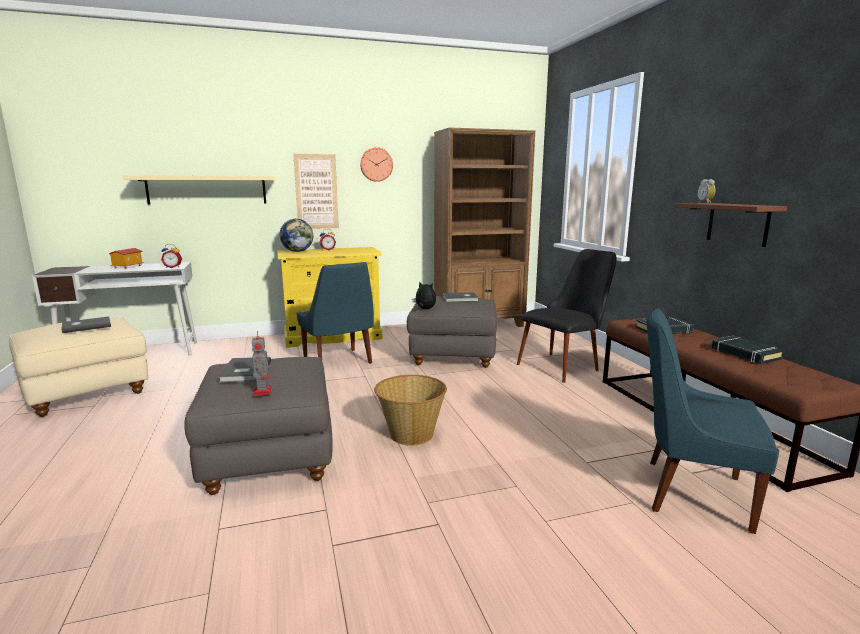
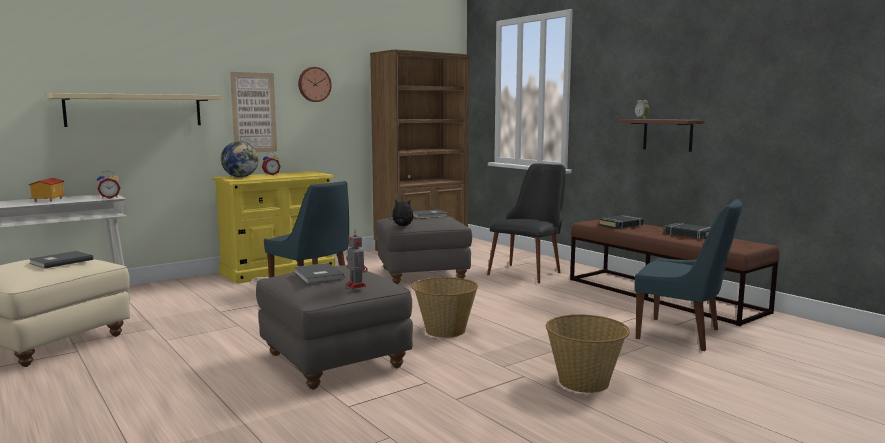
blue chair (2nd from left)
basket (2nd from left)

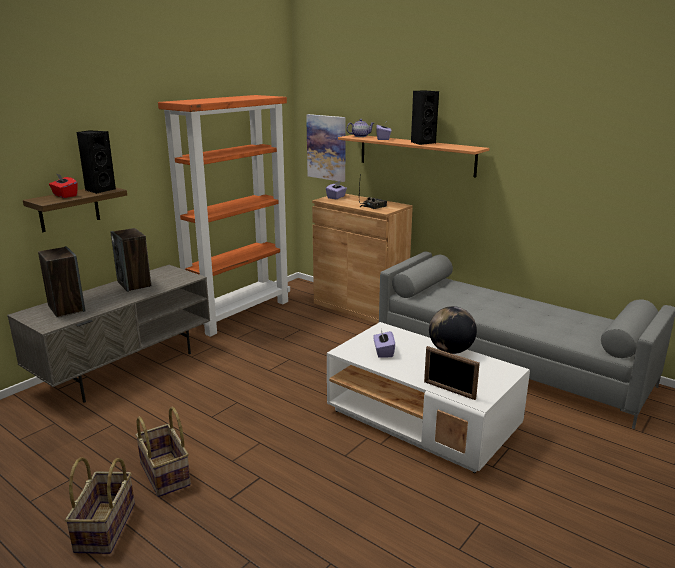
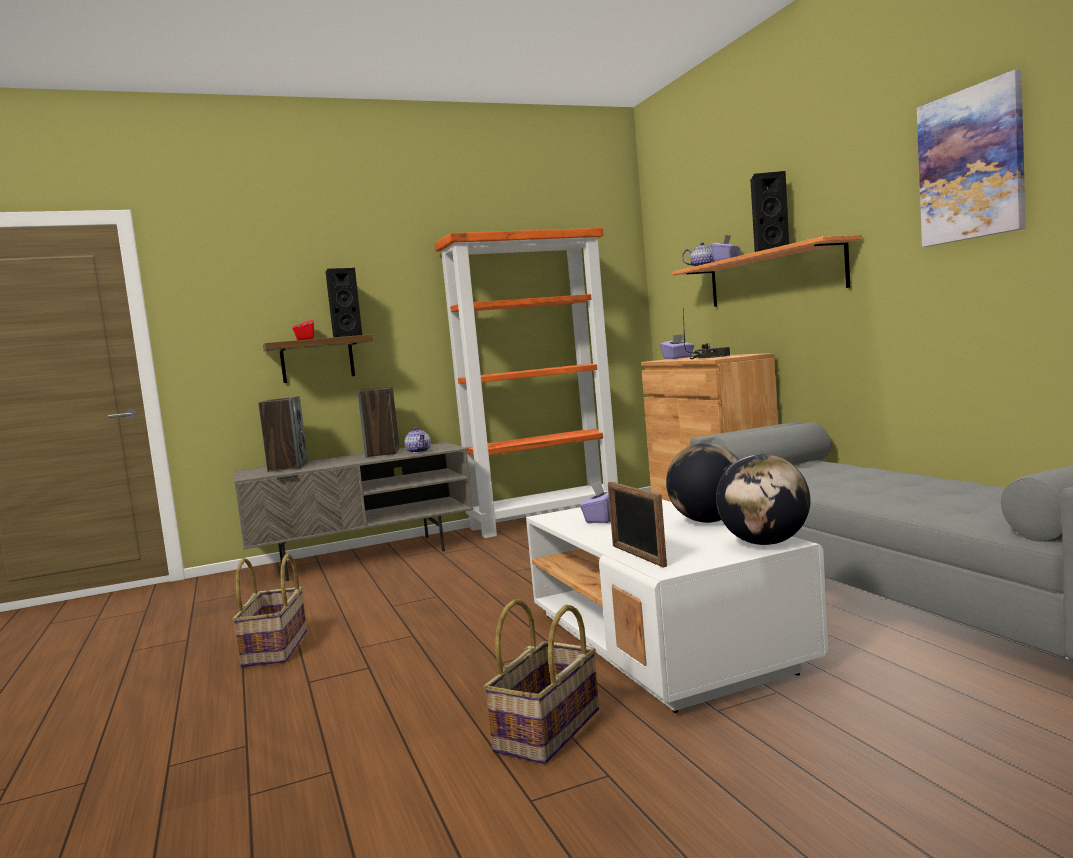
picture
basket (2nd from left)
teapot (1st from left)
globe (2nd from left)

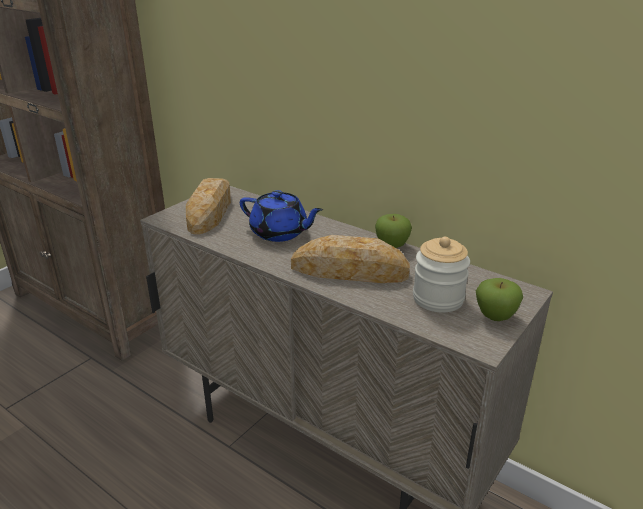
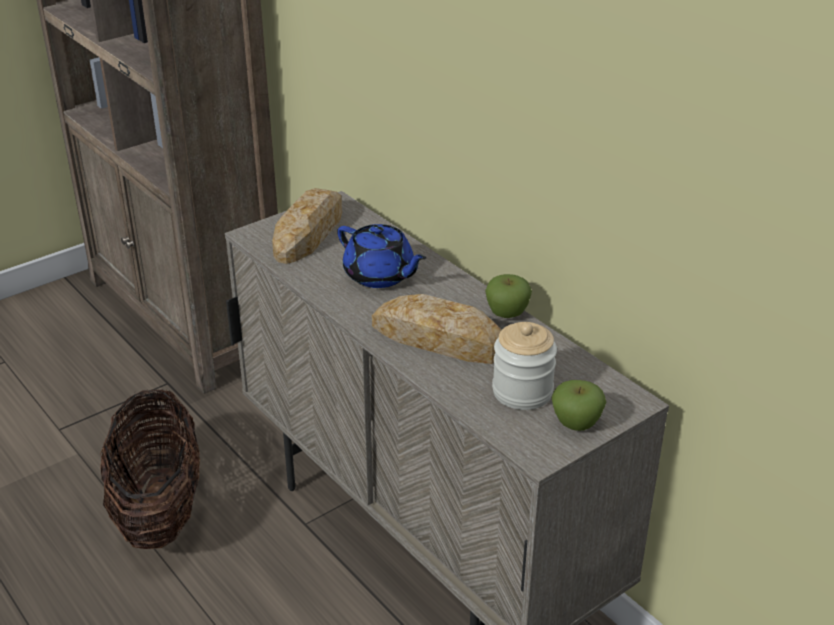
basket

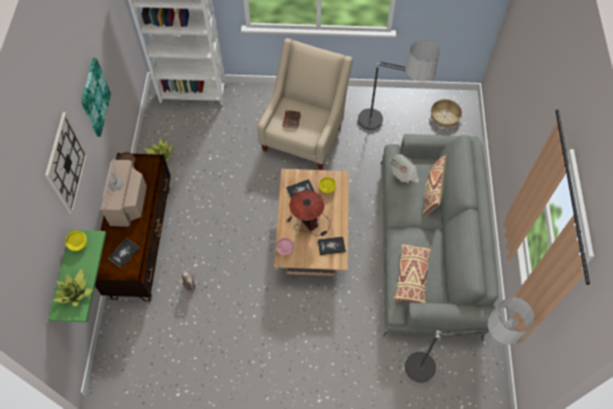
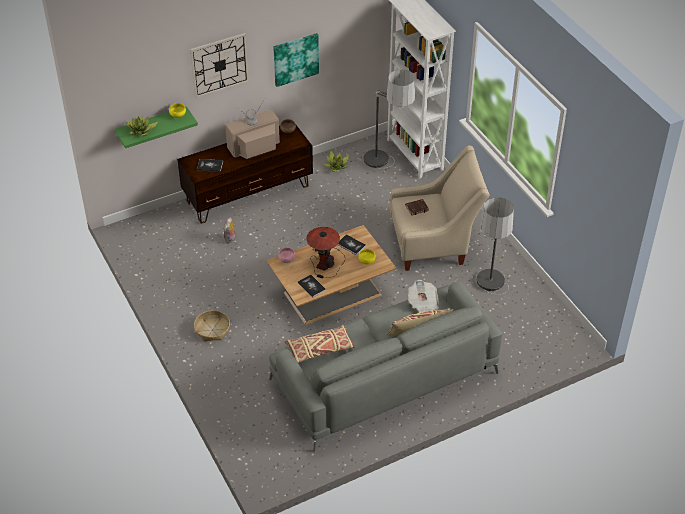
basket
floor lamp (1st from left)

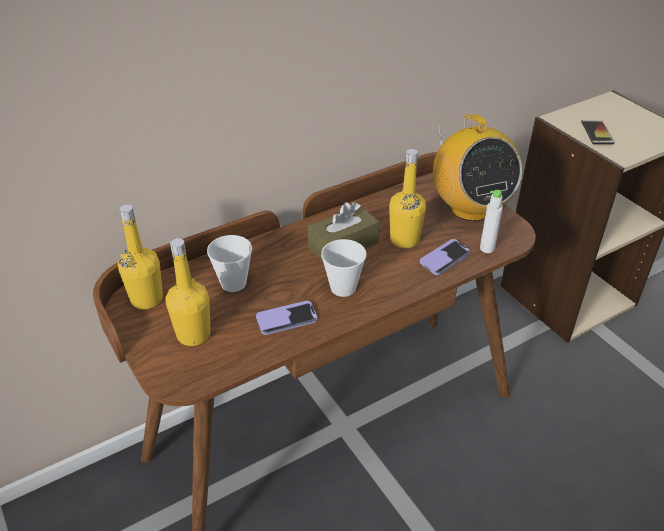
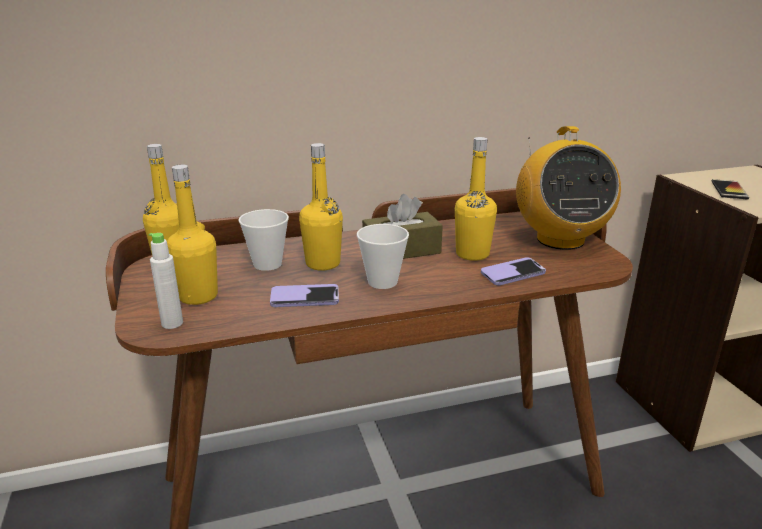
white bottle
yellow bottle (3rd from left)

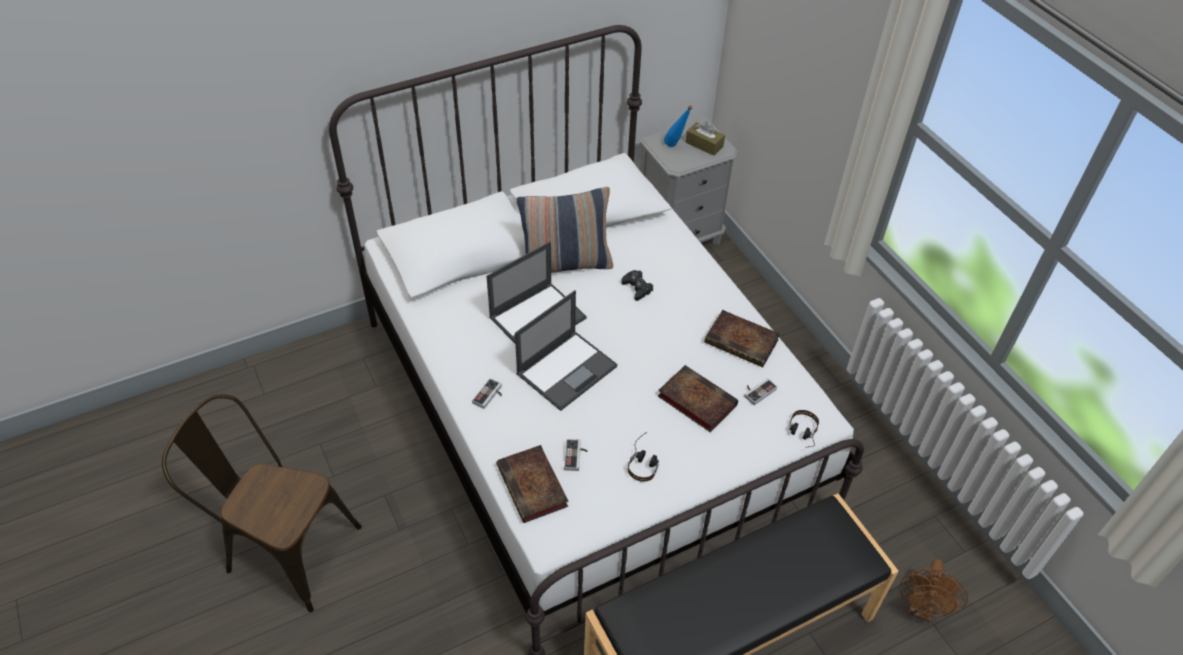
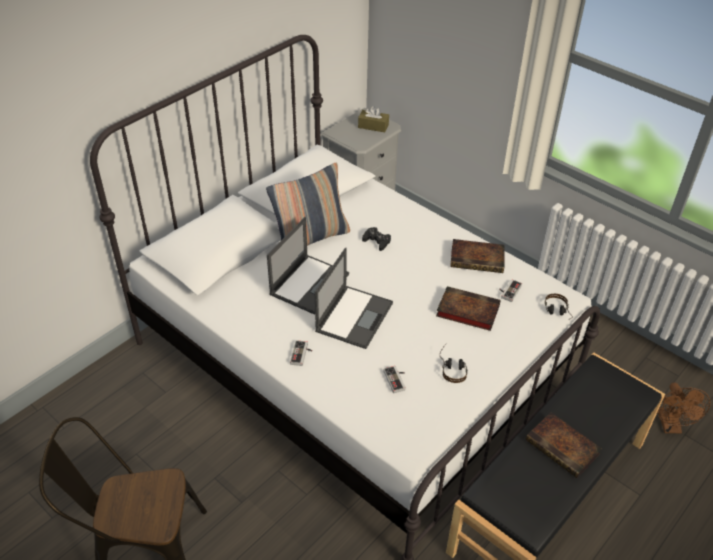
blue bottle
book (3rd from left)

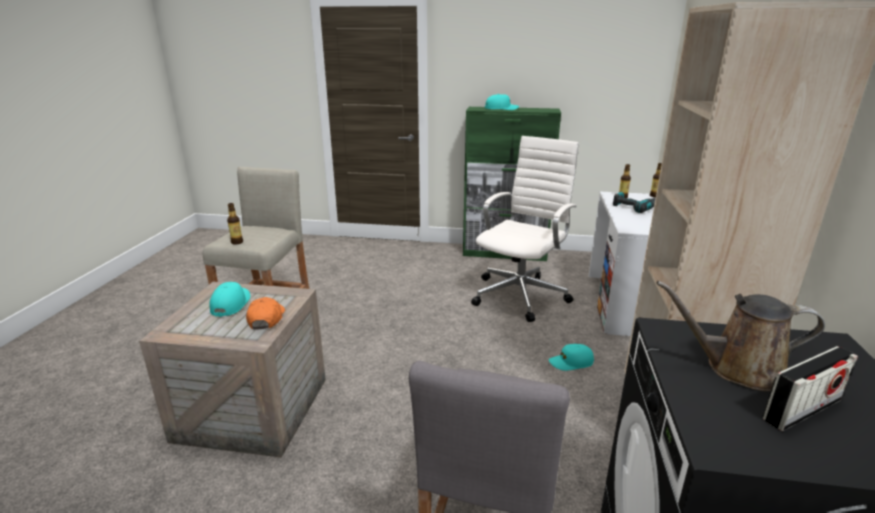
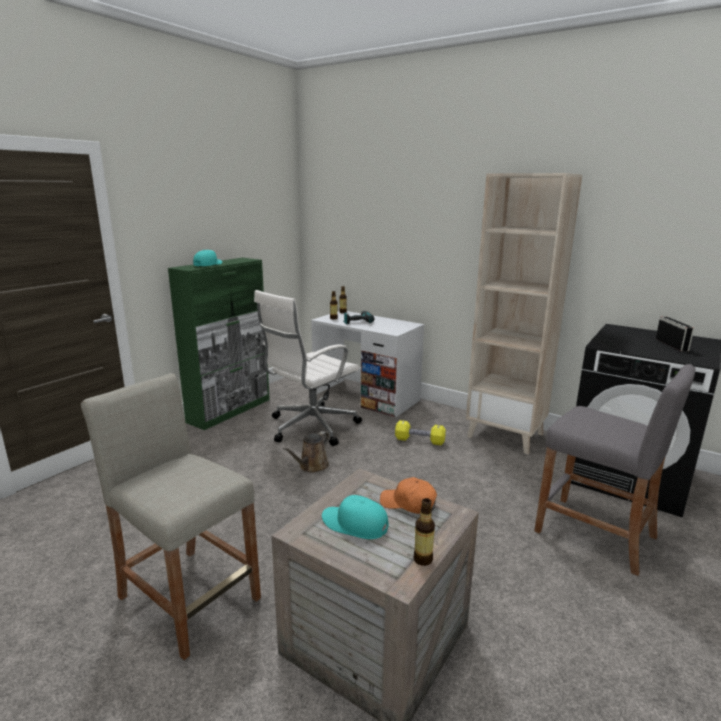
white office chair
bottle (3rd from left)
brown watering can
yellow dumbbell

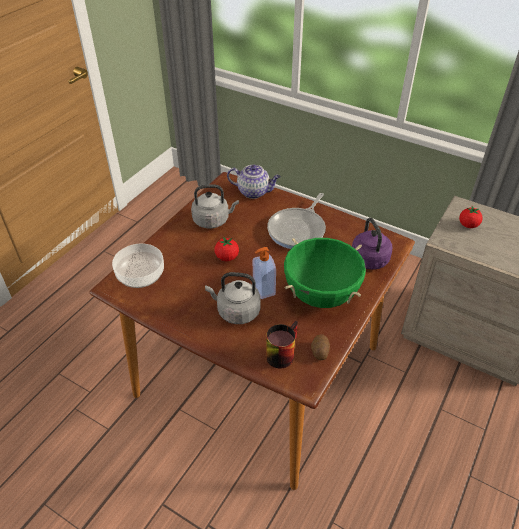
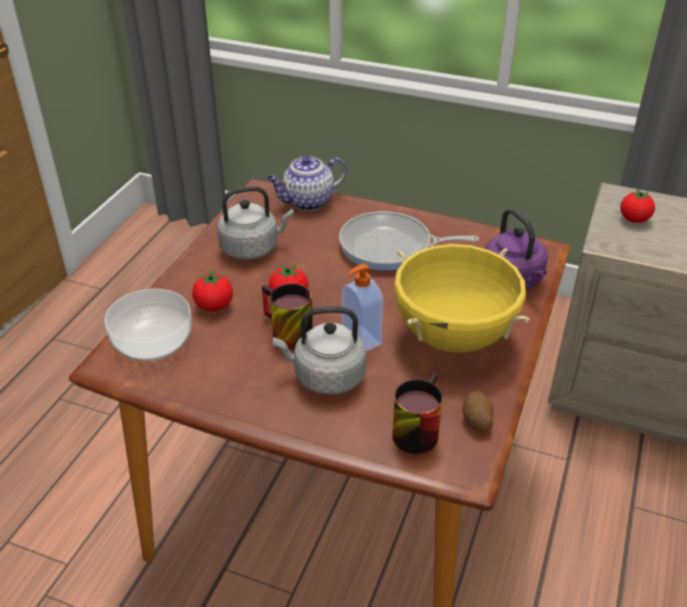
teapot
frying pan
yellow cooking pot
tomato (1st from left)
mug (1st from left)

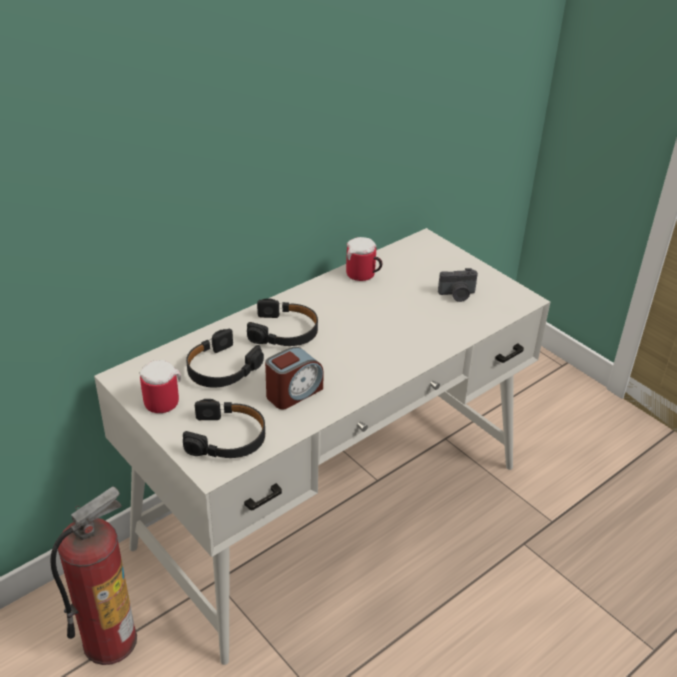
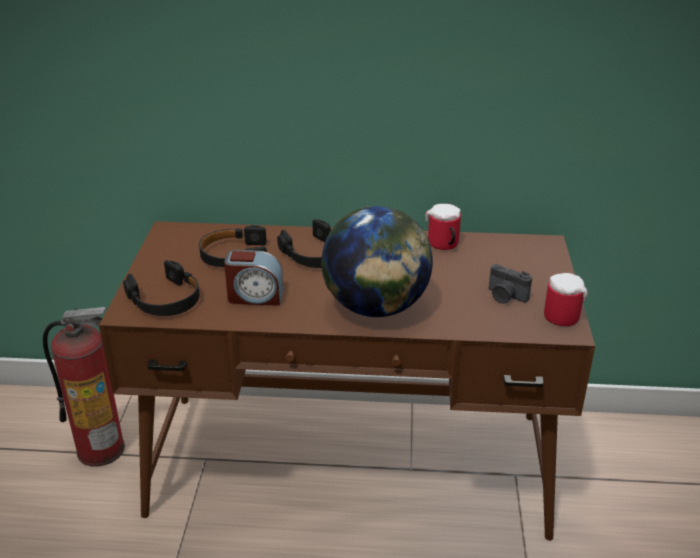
brown desk
mug (2nd from left)
globe

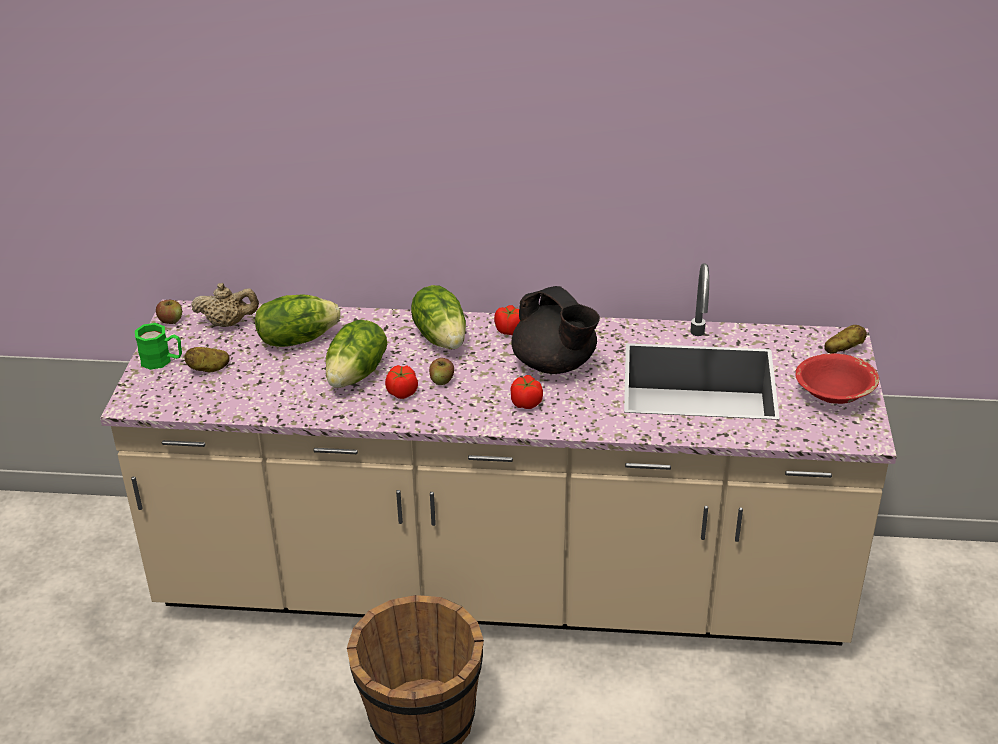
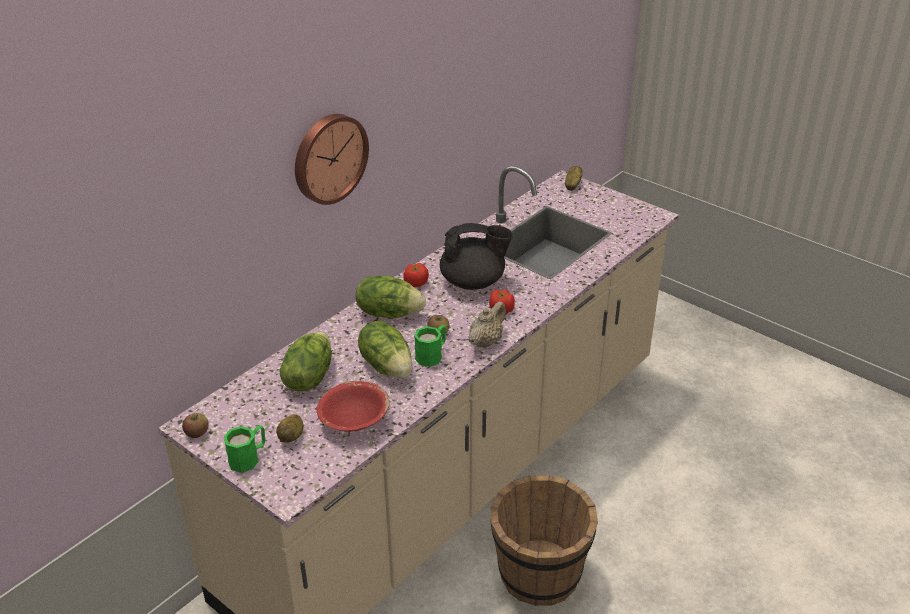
beige teapot
red bowl
green mug (2nd from left)
wall clock

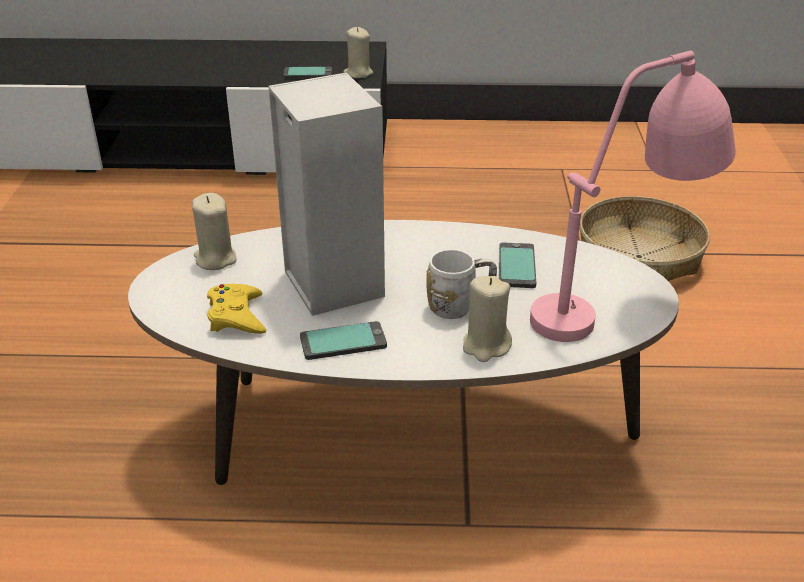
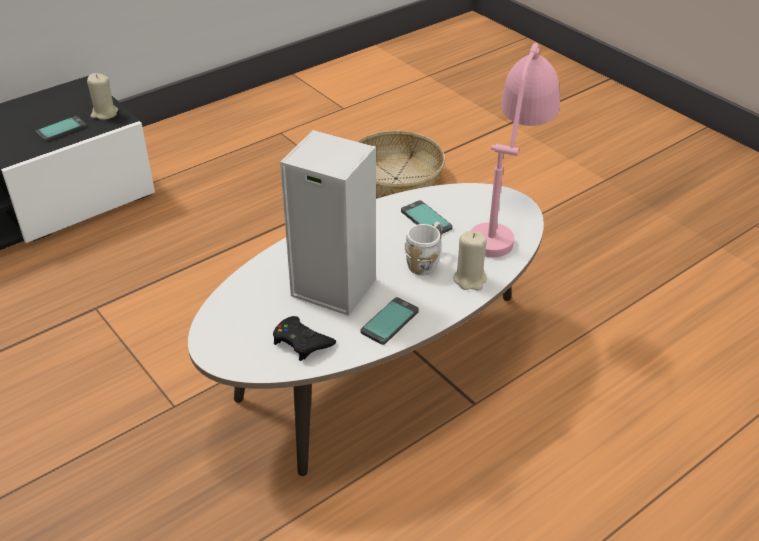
beige candle (1st from left in the first image)
black game controller

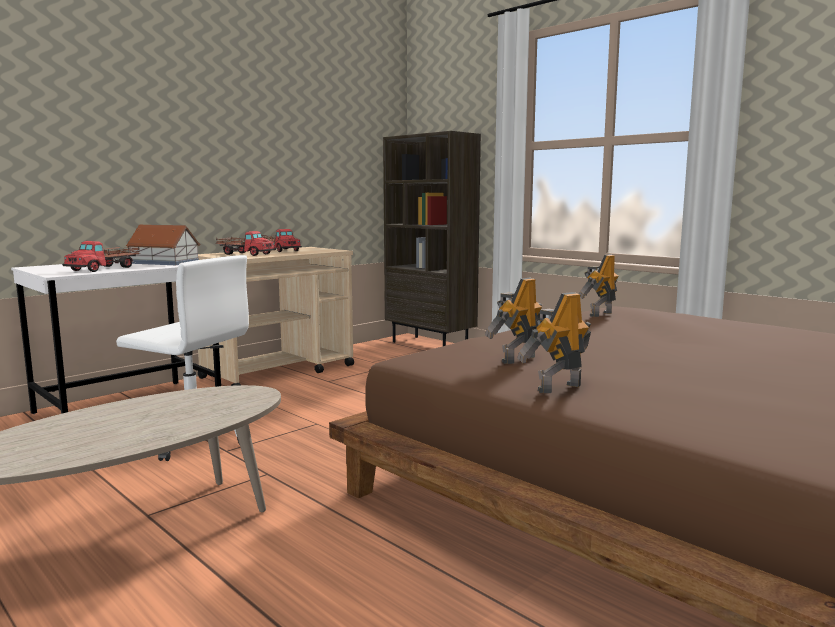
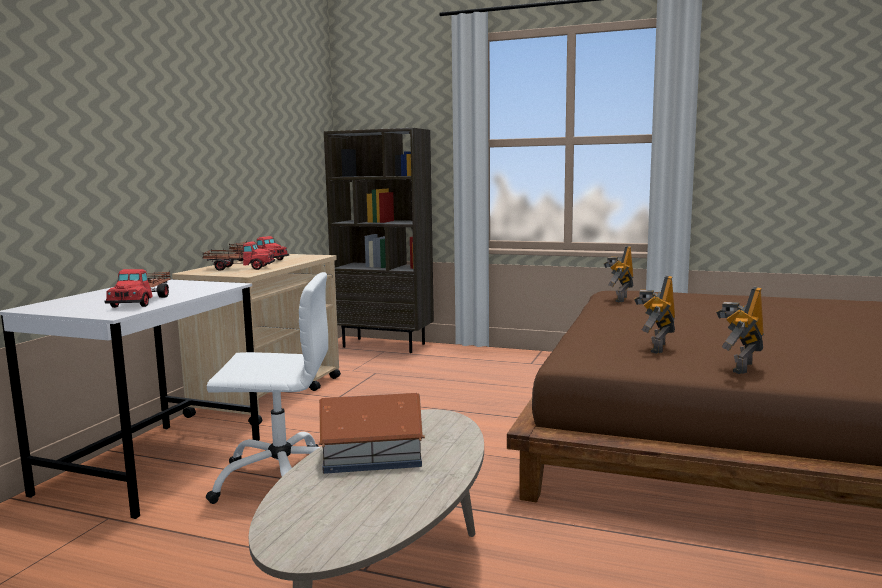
toy house

